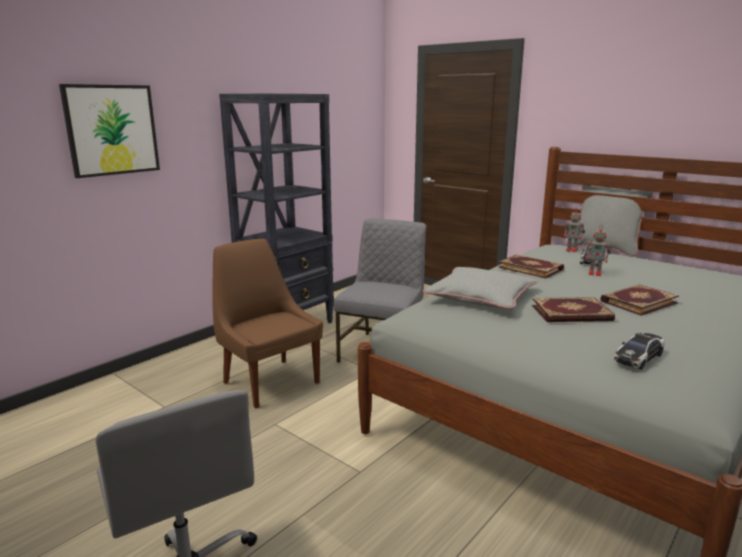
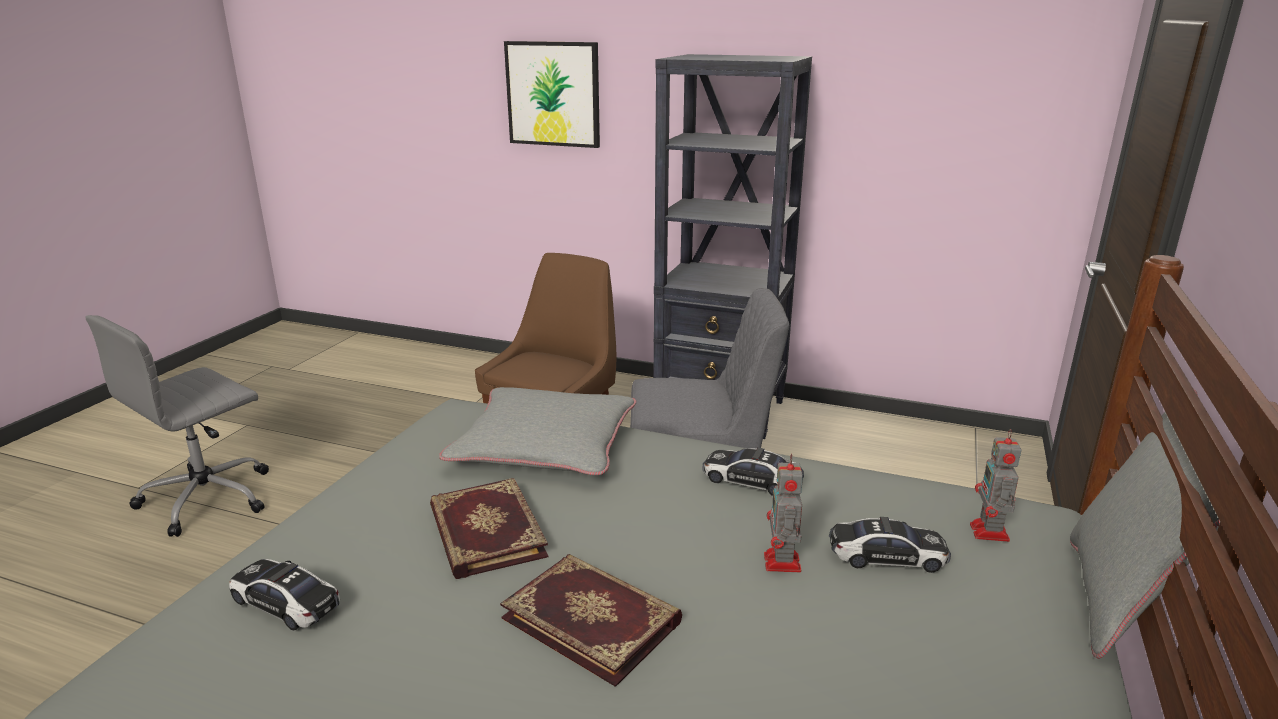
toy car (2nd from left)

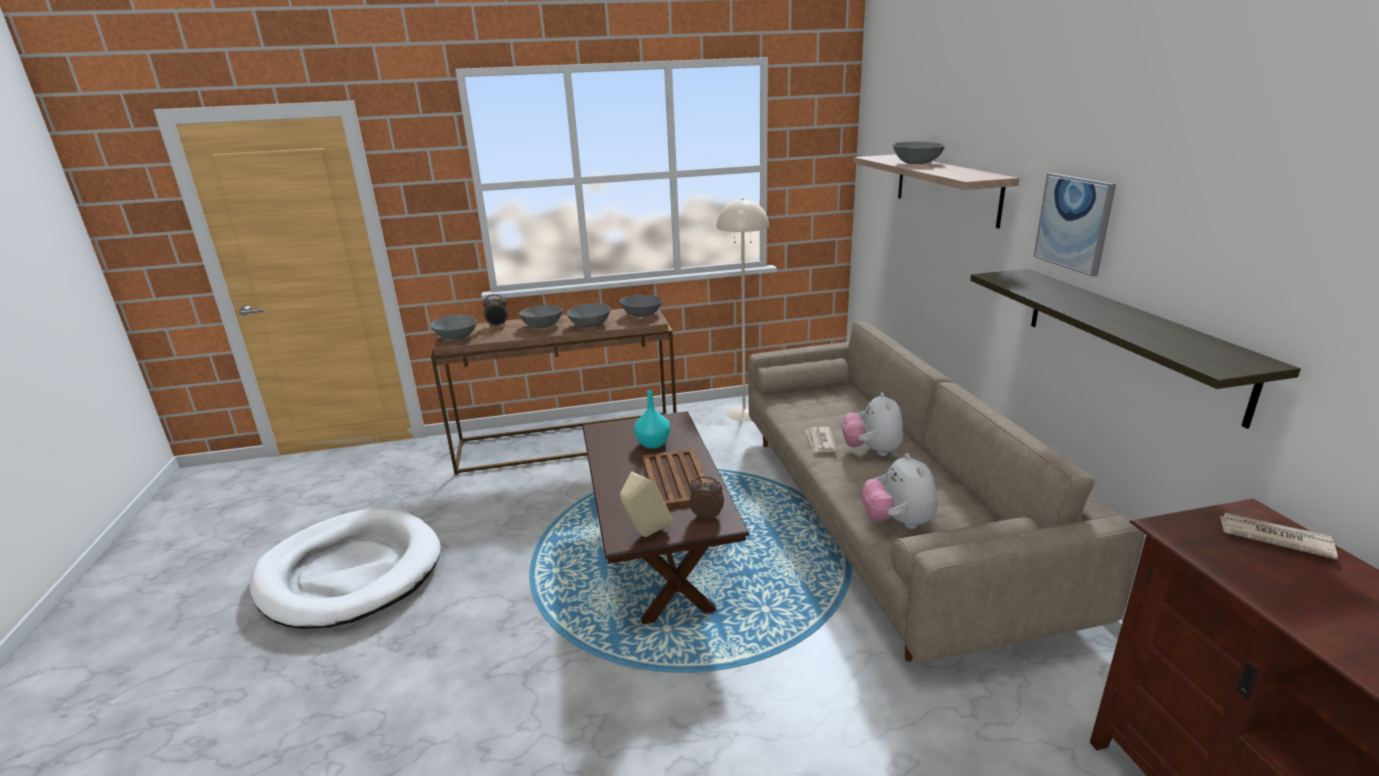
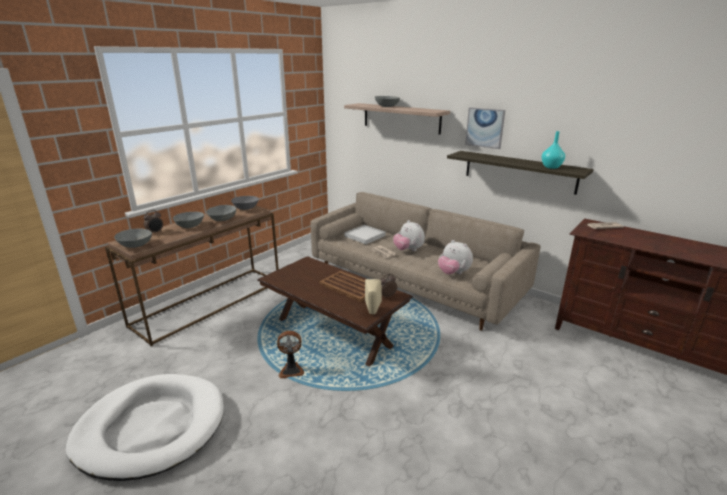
beige floor lamp
turquoise vase
white tray
fan

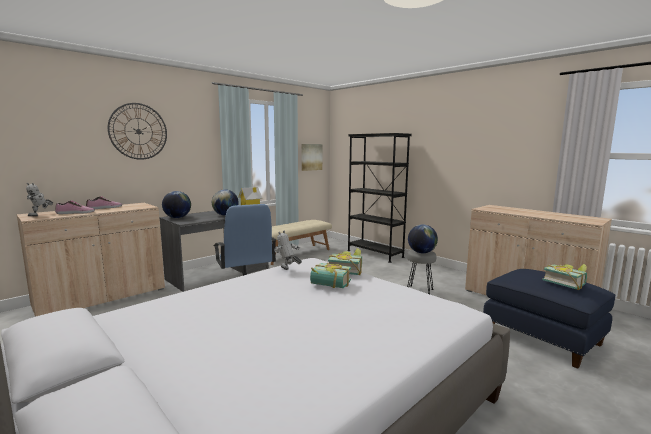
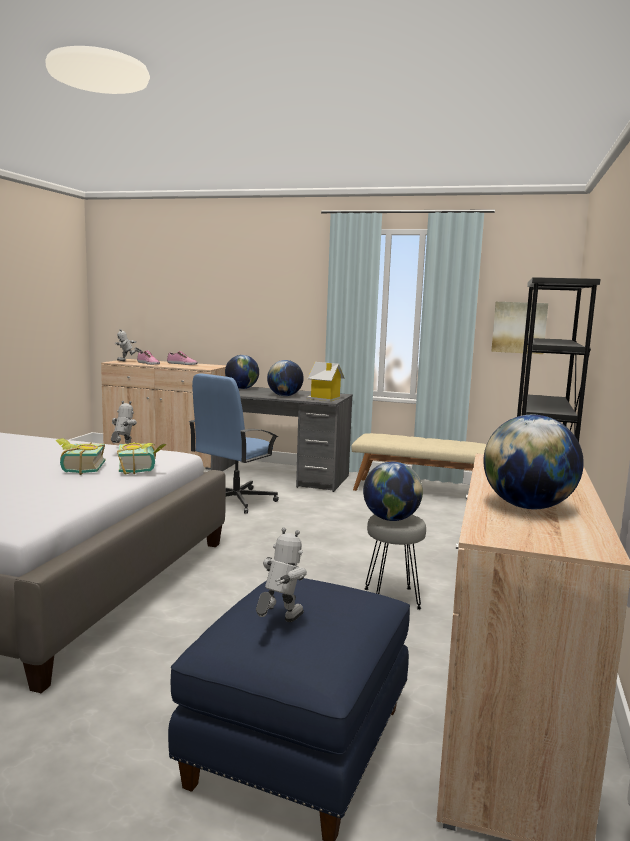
wall clock
toy robot (3rd from left)
globe (4th from left)

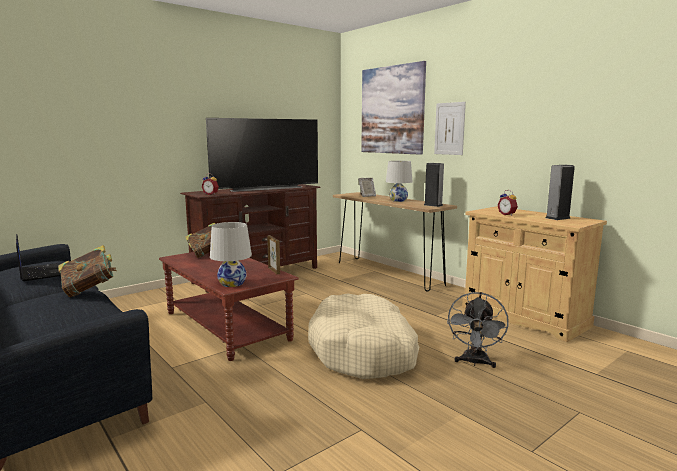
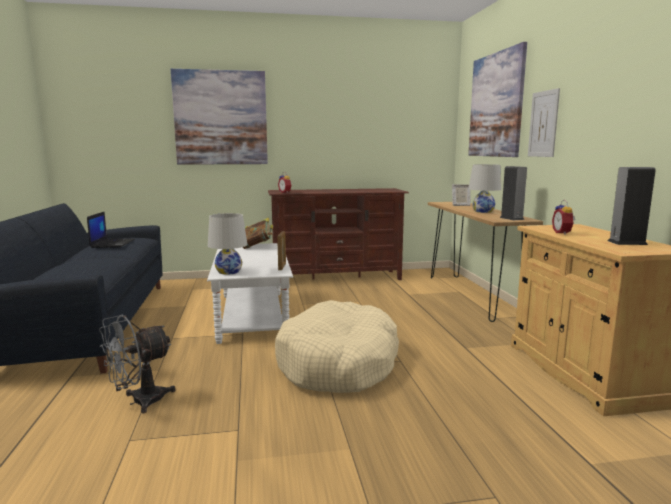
television
book (1st from left in the first image)
white coffee table
grey fan
picture (1st from left)

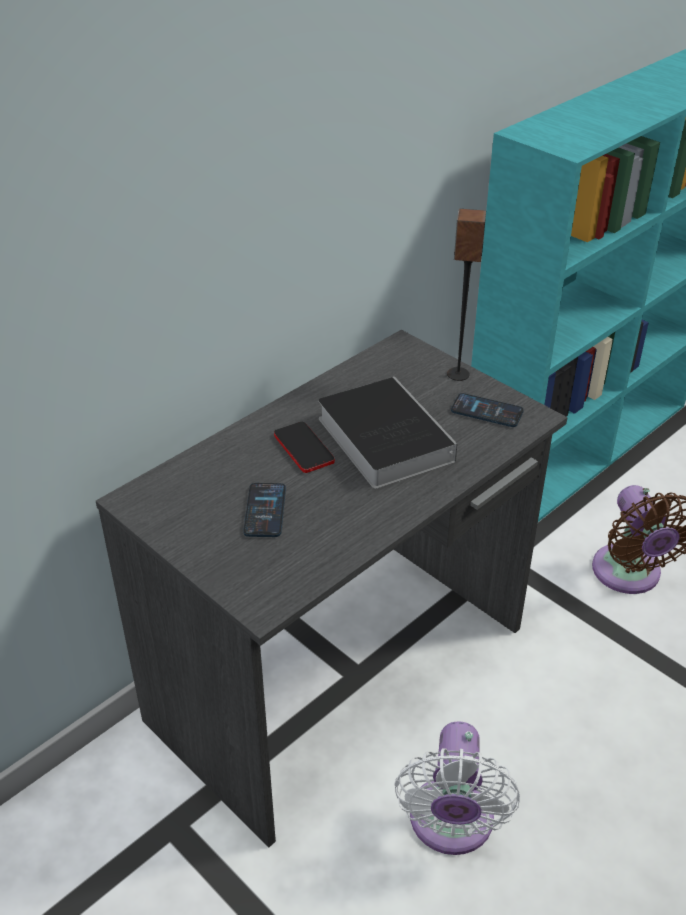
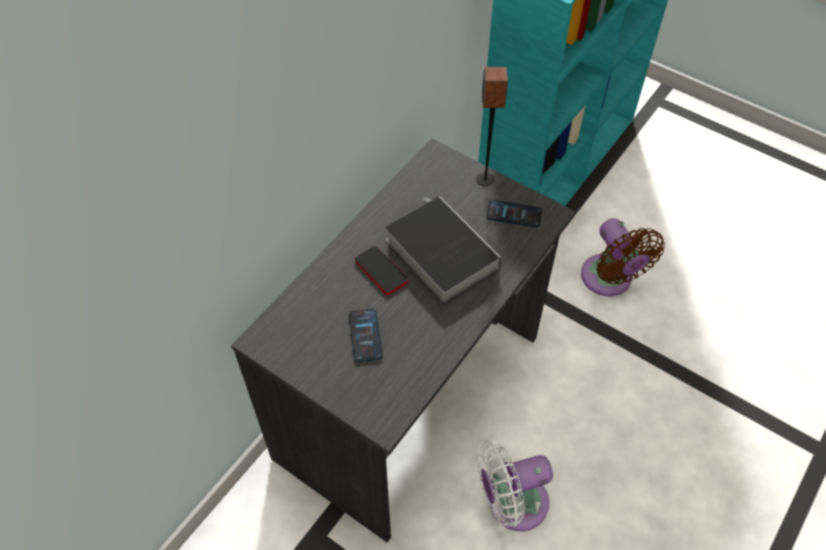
white fan

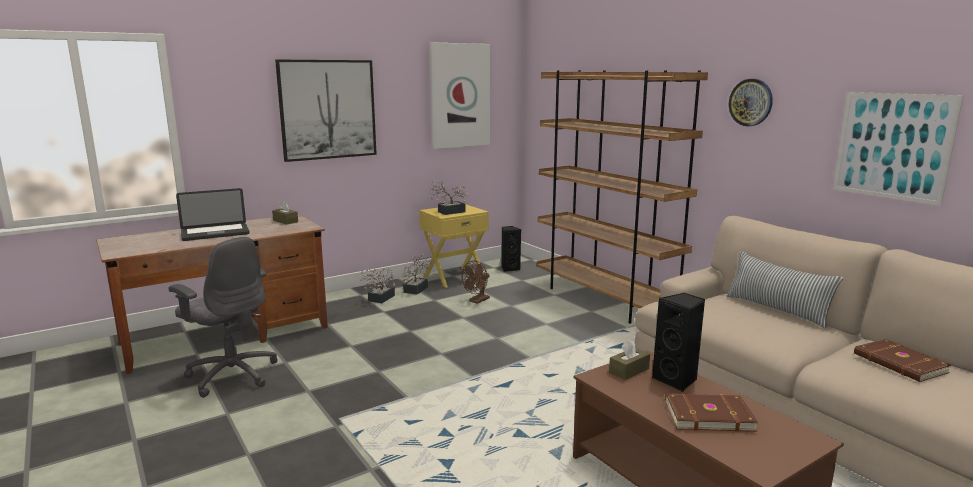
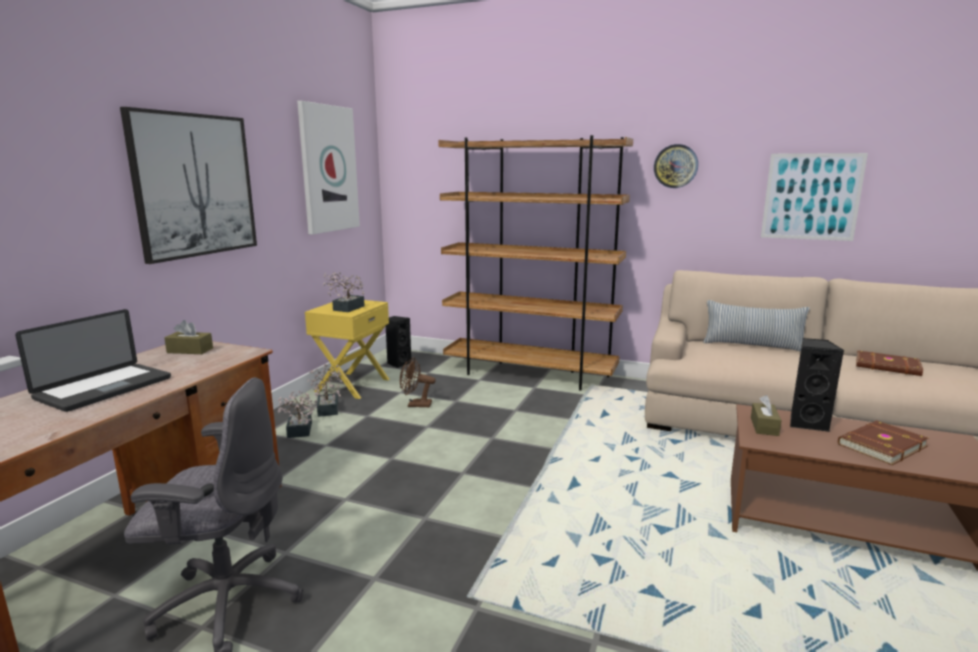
brown fan

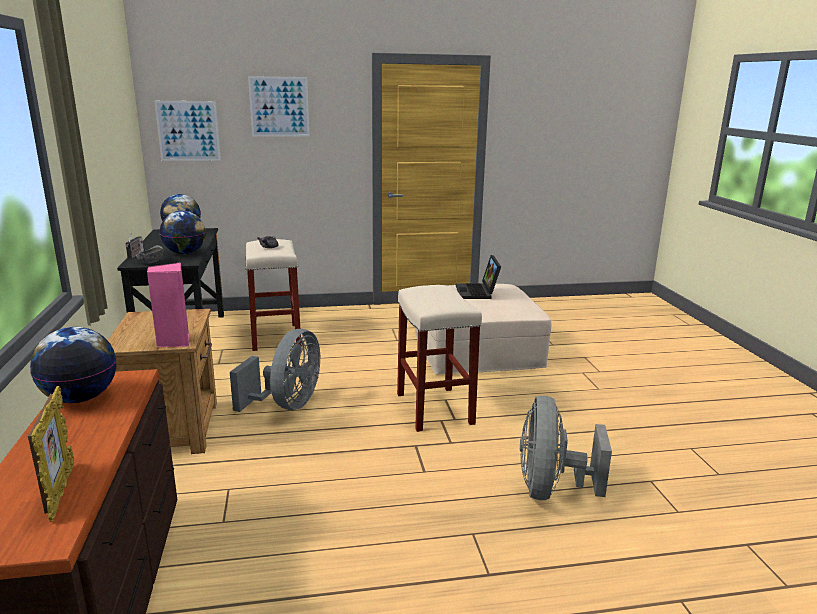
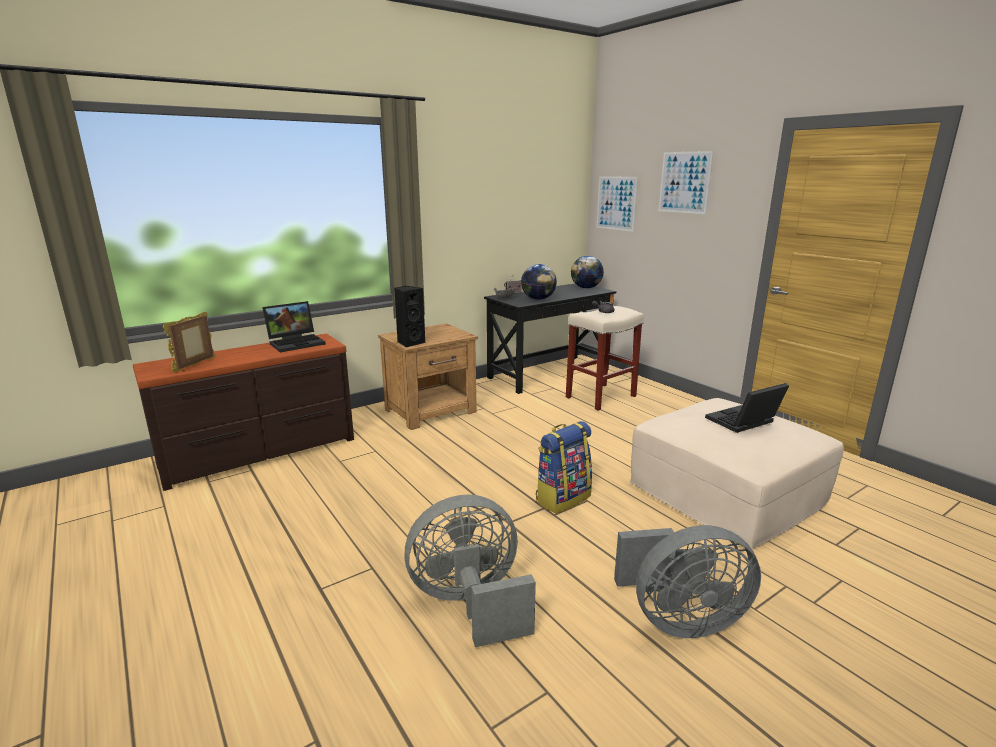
black speaker
backpack
laptop (1st from left)
grey fan (2nd from left)
picture frame

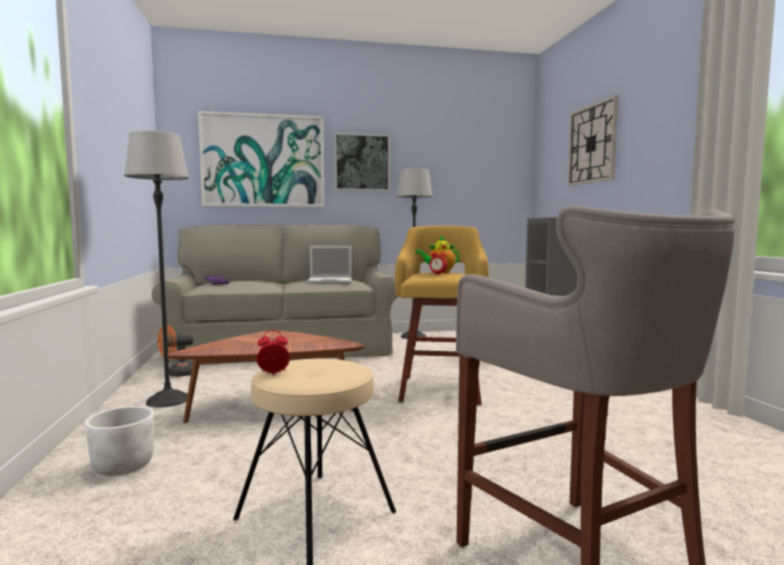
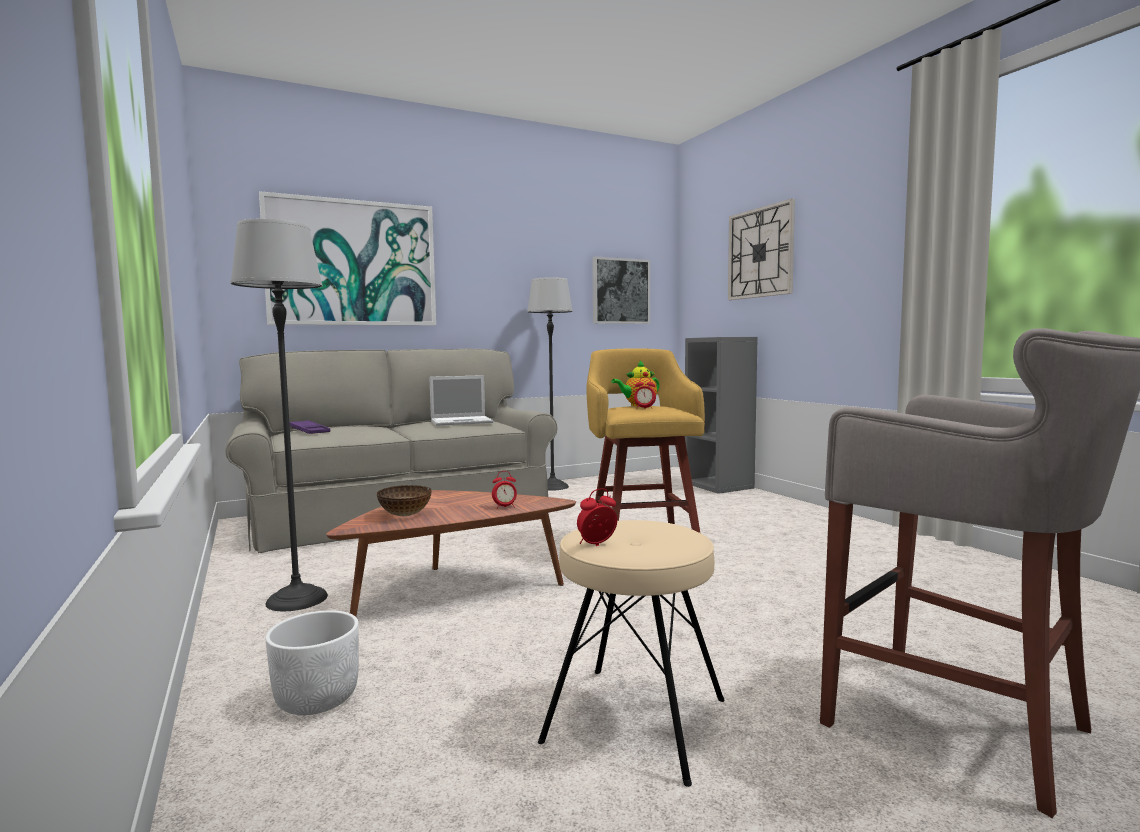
picture (2nd from left)
orange fan
alarm clock (1st from left)
bowl

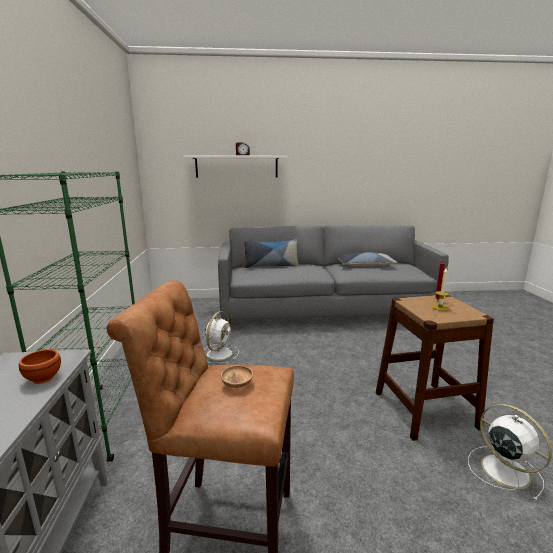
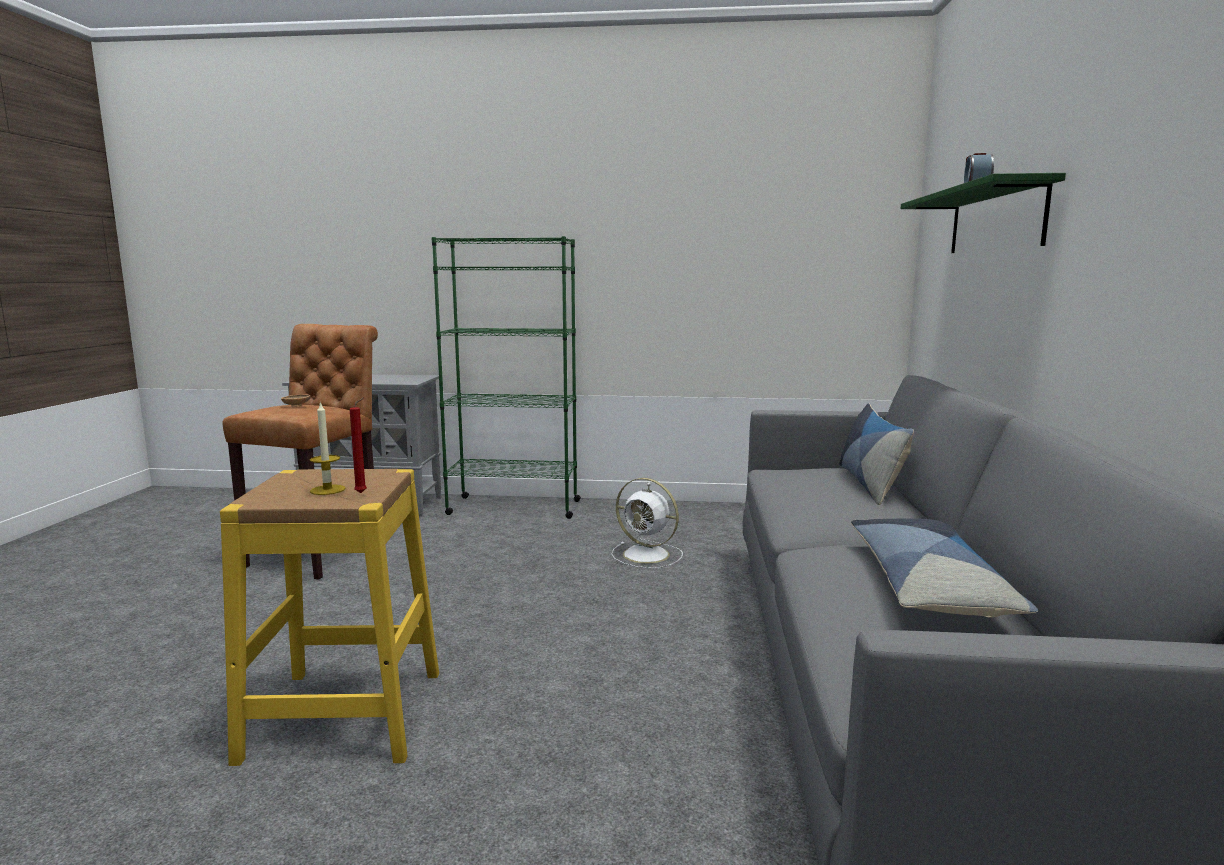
green shelf
yellow stool
brown bowl (1st from left in the first image)
white fan (2nd from left in the first image)

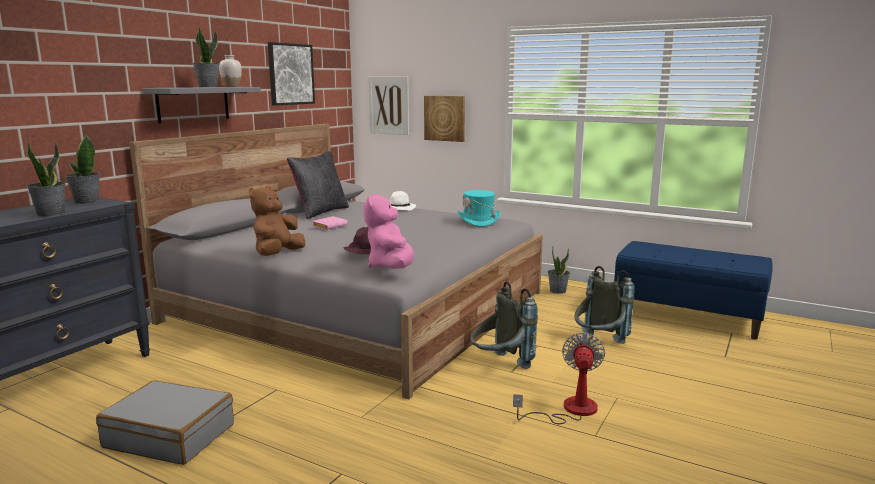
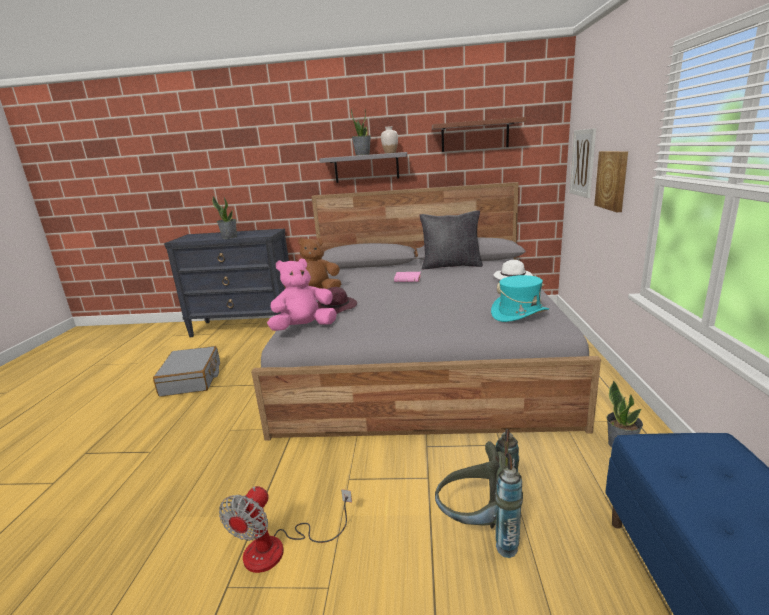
brown shelf
potted plant (2nd from left in the first image)
grey backpack (1st from left in the first image)
fan

